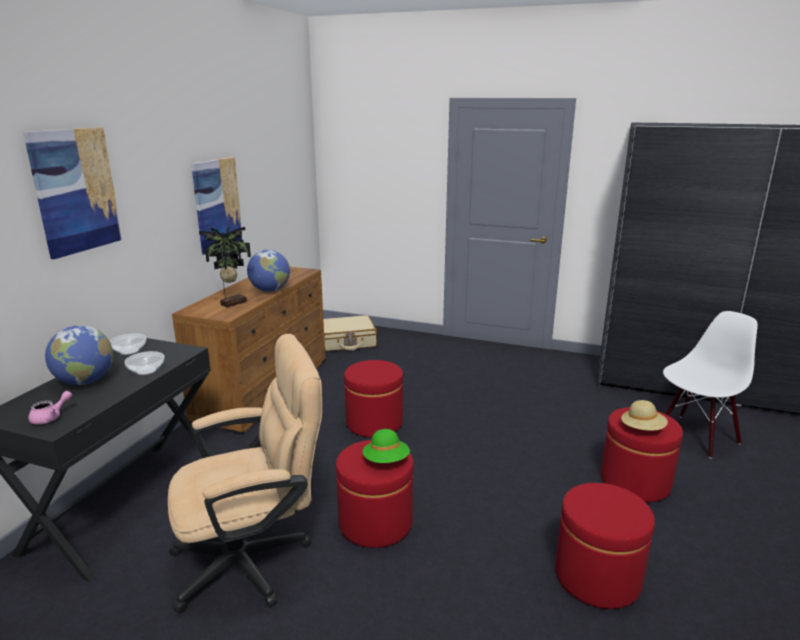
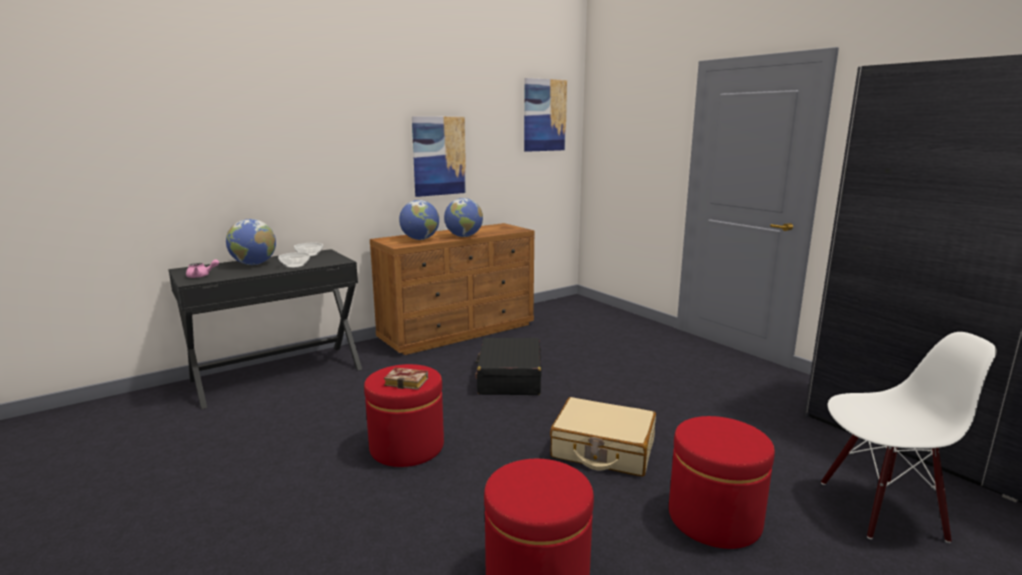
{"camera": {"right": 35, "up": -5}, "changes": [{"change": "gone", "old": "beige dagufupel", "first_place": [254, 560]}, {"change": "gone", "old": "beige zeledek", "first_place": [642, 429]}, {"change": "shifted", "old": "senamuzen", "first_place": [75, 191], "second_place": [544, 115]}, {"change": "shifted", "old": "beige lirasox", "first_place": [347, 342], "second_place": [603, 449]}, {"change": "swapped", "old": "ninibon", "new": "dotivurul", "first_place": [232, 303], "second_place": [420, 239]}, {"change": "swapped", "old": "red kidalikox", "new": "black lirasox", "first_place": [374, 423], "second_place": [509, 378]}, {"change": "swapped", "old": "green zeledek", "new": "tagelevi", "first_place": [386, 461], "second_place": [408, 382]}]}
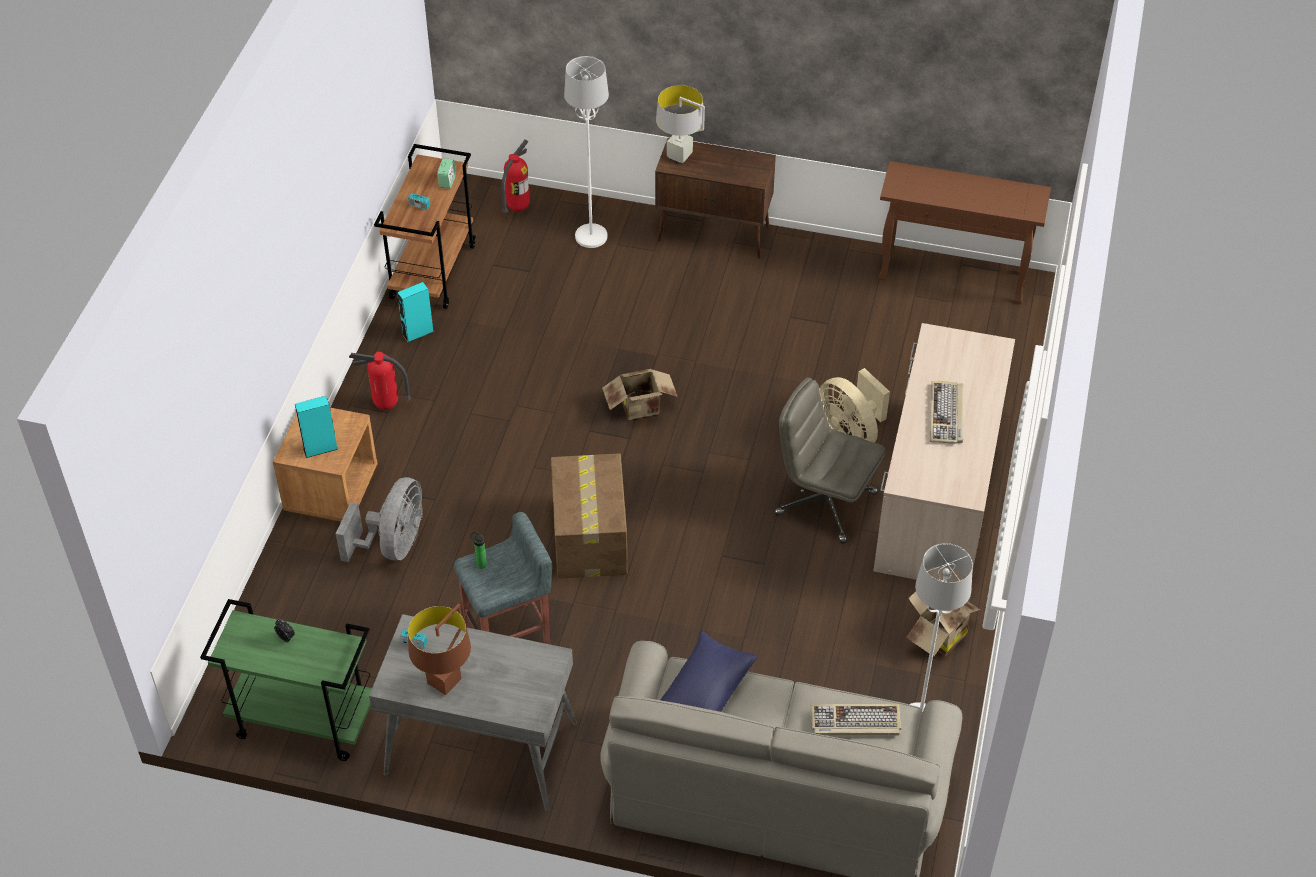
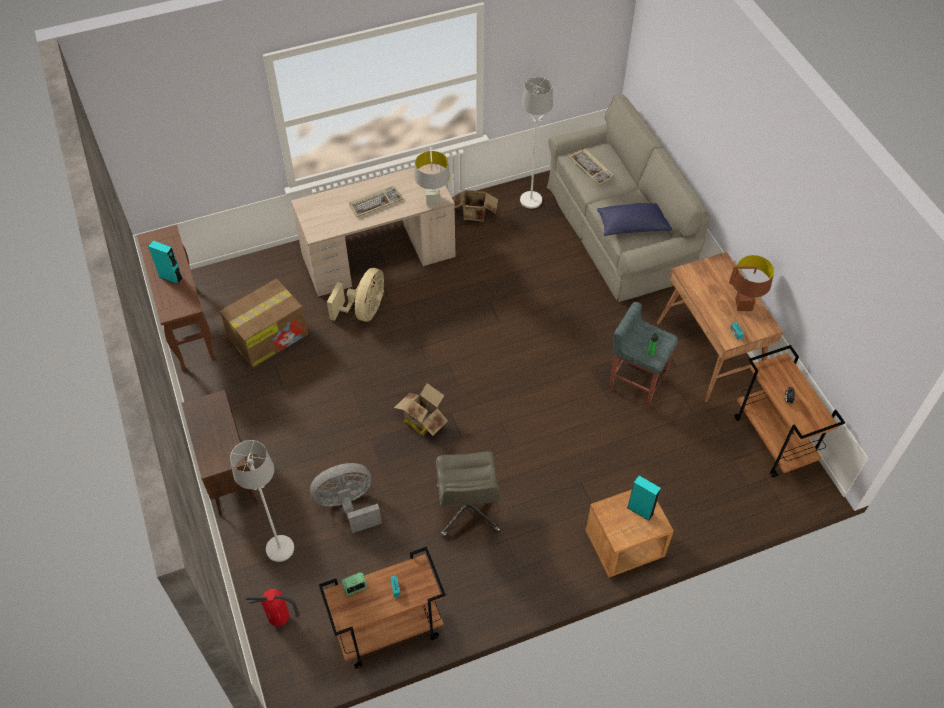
{"camera": {"right": -125, "up": 5}, "changes": [{"change": "gone", "old": "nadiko", "first_place": [386, 406]}, {"change": "shifted", "old": "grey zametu", "first_place": [393, 545], "second_place": [348, 505]}, {"change": "shifted", "old": "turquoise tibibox", "first_place": [418, 333], "second_place": [171, 278]}, {"change": "shifted", "old": "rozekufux", "first_place": [590, 538], "second_place": [269, 336]}, {"change": "shifted", "old": "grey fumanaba", "first_place": [679, 156], "second_place": [433, 200]}, {"change": "shifted", "old": "grey dagufupel", "first_place": [824, 503], "second_place": [468, 509]}, {"change": "repainted", "old": "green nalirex", "new": "brown nalirex", "first_place": [302, 721], "second_place": [774, 440]}, {"change": "repainted", "old": "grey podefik", "new": "brown podefik", "first_place": [480, 749], "second_place": [709, 352]}]}
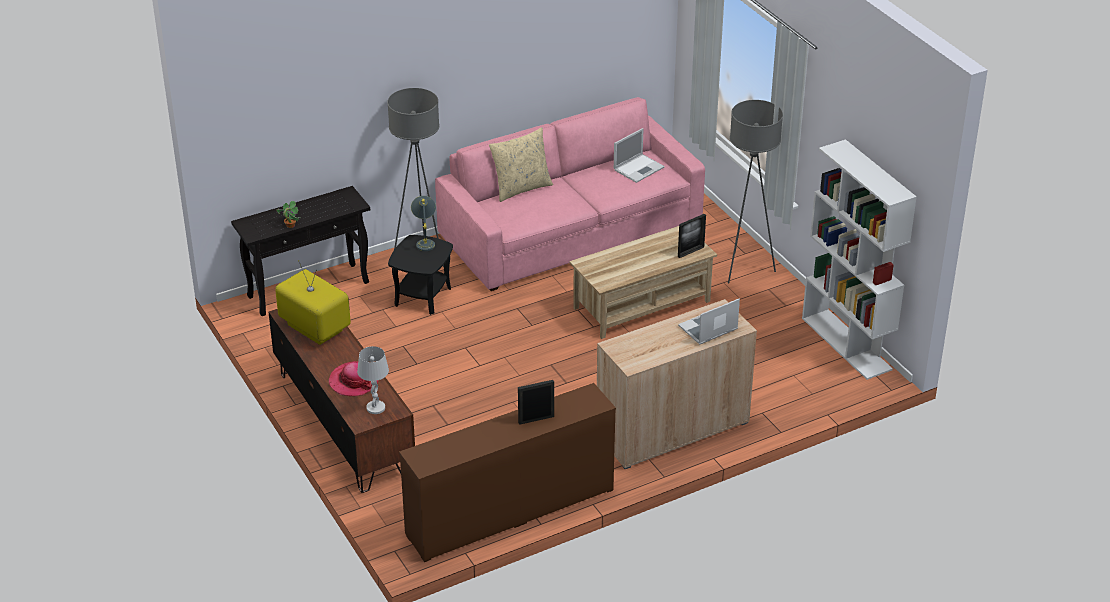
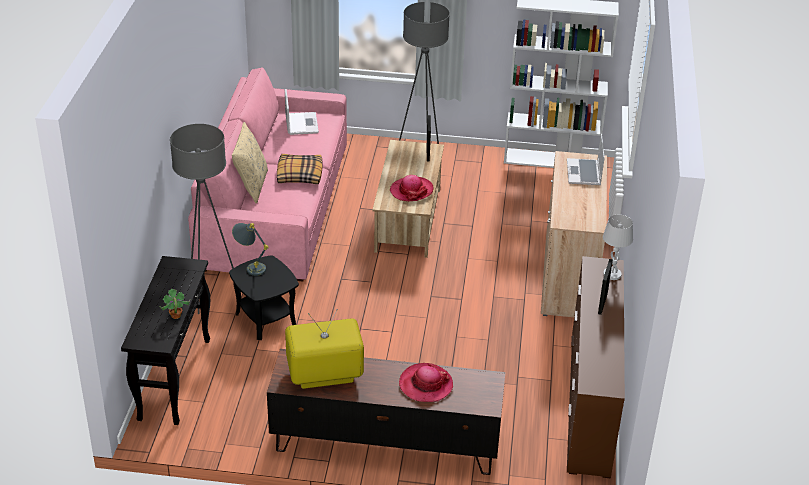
{"camera": {"right": -55, "up": 0}, "changes": [{"change": "new", "new": "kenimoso", "second_place": [299, 175]}, {"change": "new", "new": "zeledek", "second_place": [411, 190]}, {"change": "shifted", "old": "white fumanaba", "first_place": [376, 408], "second_place": [612, 274]}]}
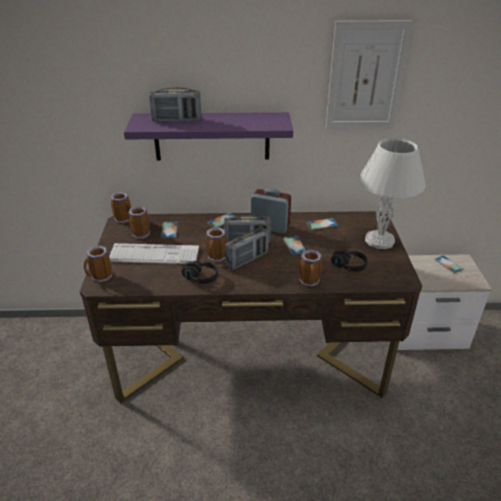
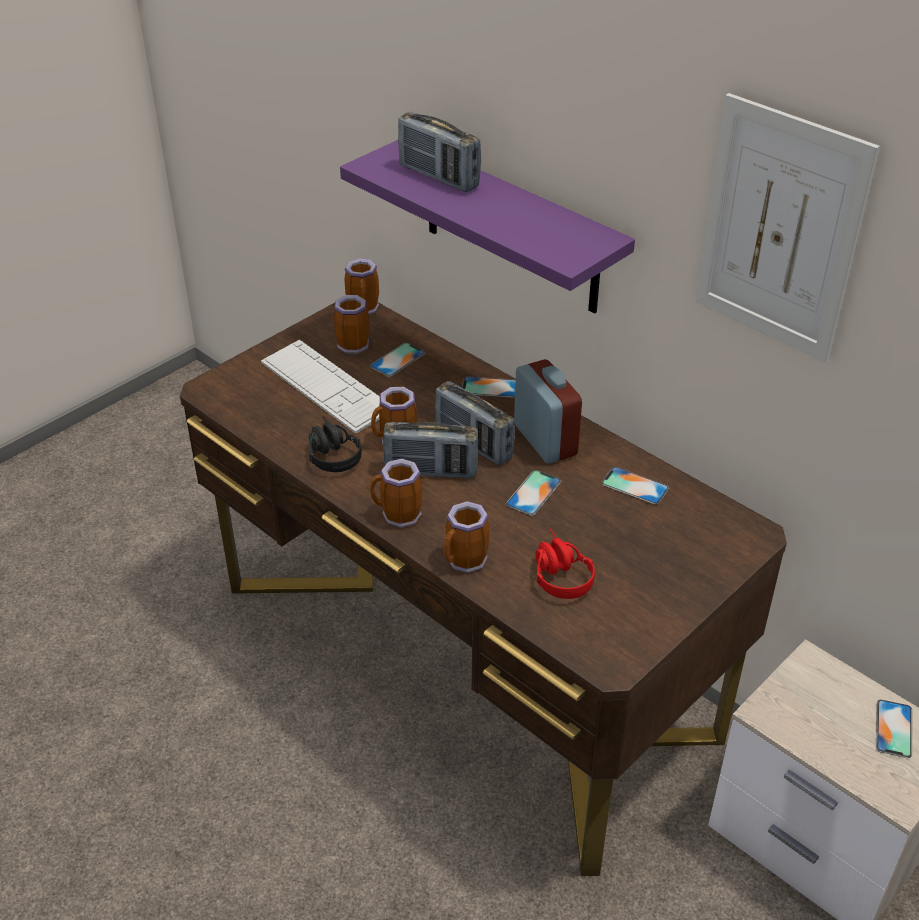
{"camera": {"right": 45, "up": 5}, "changes": [{"change": "gone", "old": "white fumanaba", "first_place": [380, 241]}, {"change": "shifted", "old": "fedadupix", "first_place": [100, 277], "second_place": [397, 516]}, {"change": "repainted", "old": "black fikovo", "new": "red fikovo", "first_place": [344, 265], "second_place": [557, 572]}]}
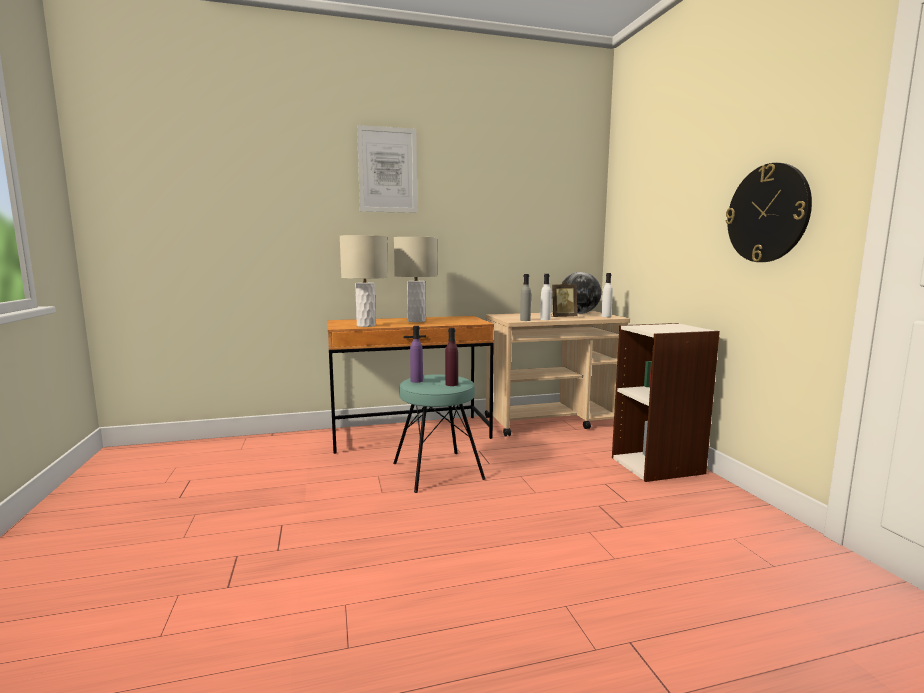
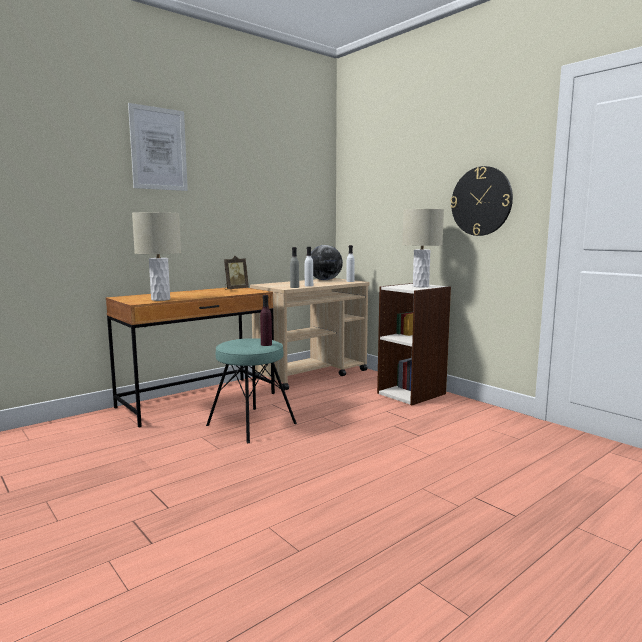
{"camera": {"right": -25, "up": 0}, "changes": [{"change": "gone", "old": "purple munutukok", "first_place": [416, 381]}, {"change": "shifted", "old": "beige fumanaba", "first_place": [417, 321], "second_place": [421, 286]}, {"change": "shifted", "old": "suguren", "first_place": [562, 317], "second_place": [235, 289]}]}
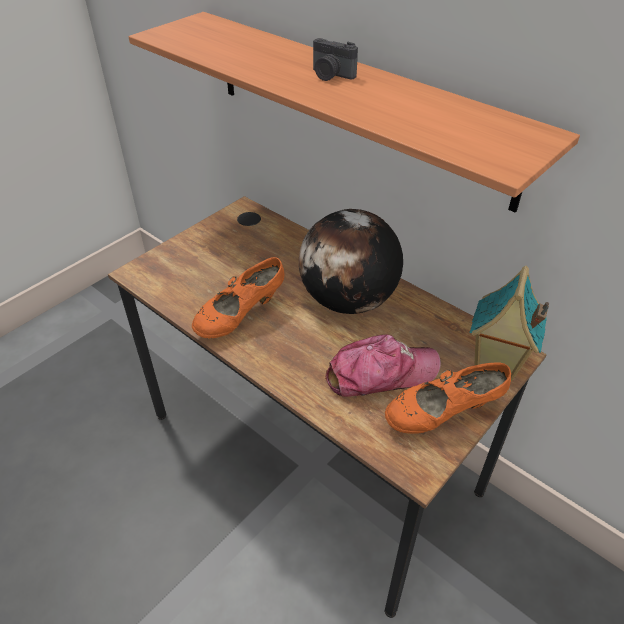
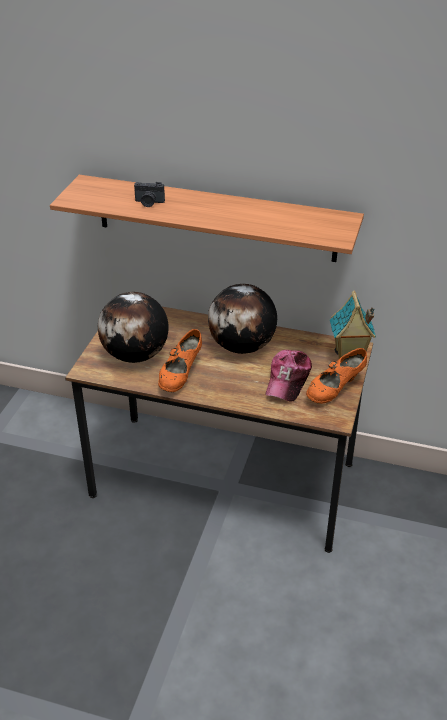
{"camera": {"right": -25, "up": -5}, "changes": [{"change": "new", "new": "dotivurul", "second_place": [135, 355]}, {"change": "shifted", "old": "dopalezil", "first_place": [330, 75], "second_place": [149, 203]}, {"change": "rotated", "old": "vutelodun", "first_place": [380, 373], "second_place": [288, 380], "degrees": 150}]}
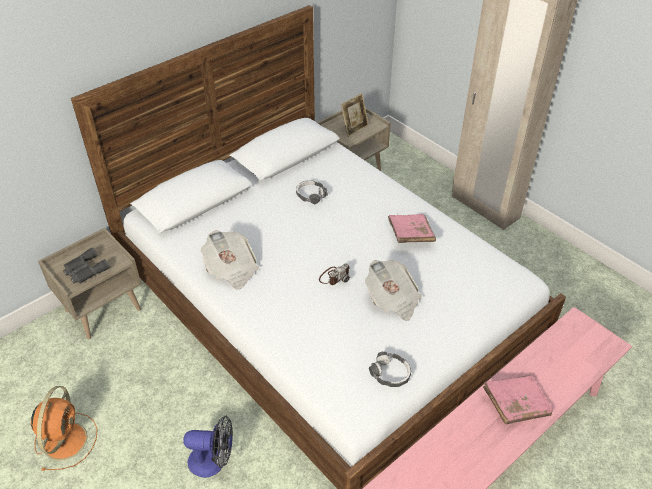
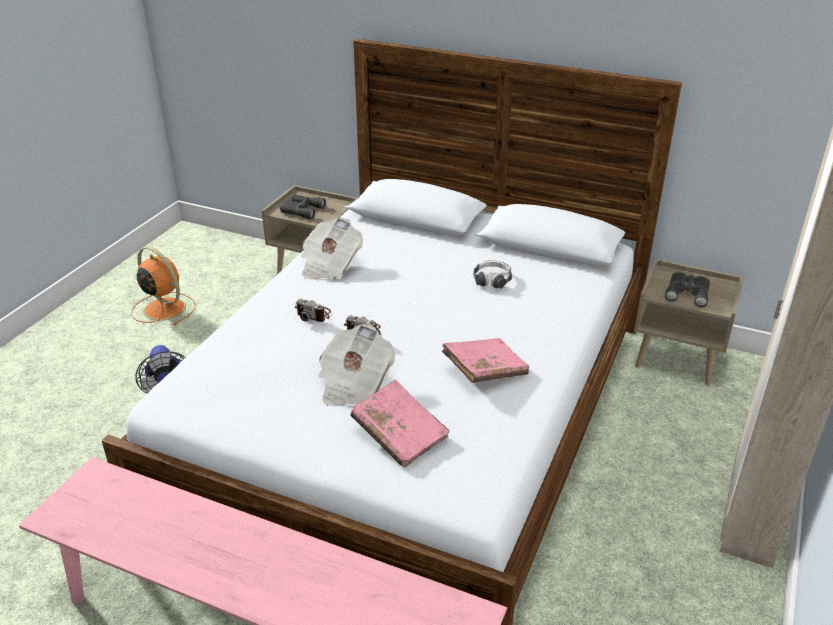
{"camera": {"right": 65, "up": -10}, "changes": [{"change": "gone", "old": "fikovo", "first_place": [390, 374]}, {"change": "new", "new": "dopalezil", "second_place": [314, 314]}, {"change": "shifted", "old": "pink tagelevi", "first_place": [515, 405], "second_place": [399, 434]}, {"change": "swapped", "old": "suguren", "new": "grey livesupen", "first_place": [354, 129], "second_place": [687, 292]}, {"change": "rotated", "old": "orange zametu", "first_place": [66, 439], "second_place": [163, 308], "degrees": -120}]}
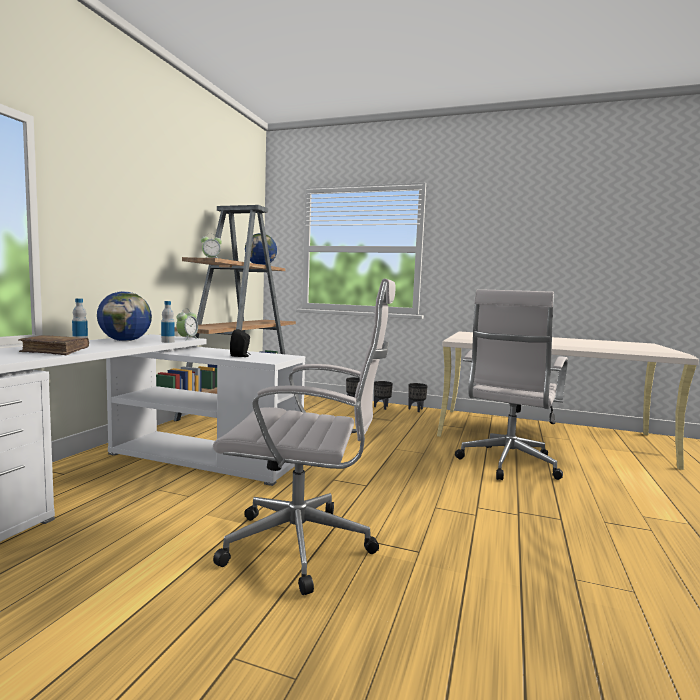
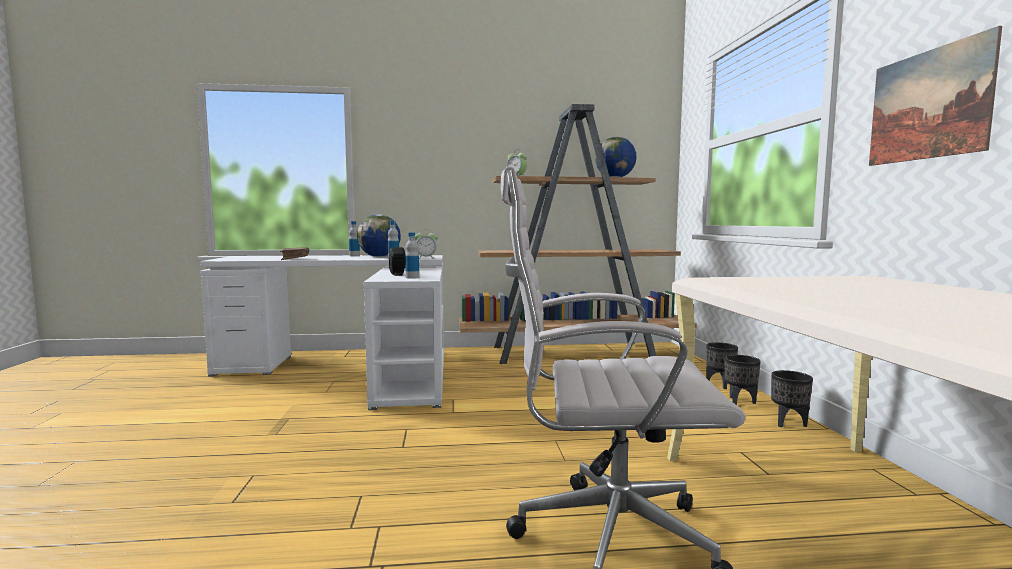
{"camera": {"right": 65, "up": 0}, "changes": [{"change": "gone", "old": "white dagufupel", "first_place": [305, 546]}, {"change": "new", "new": "munutukok", "second_place": [412, 277]}, {"change": "new", "new": "senamuzen", "second_place": [928, 105]}]}
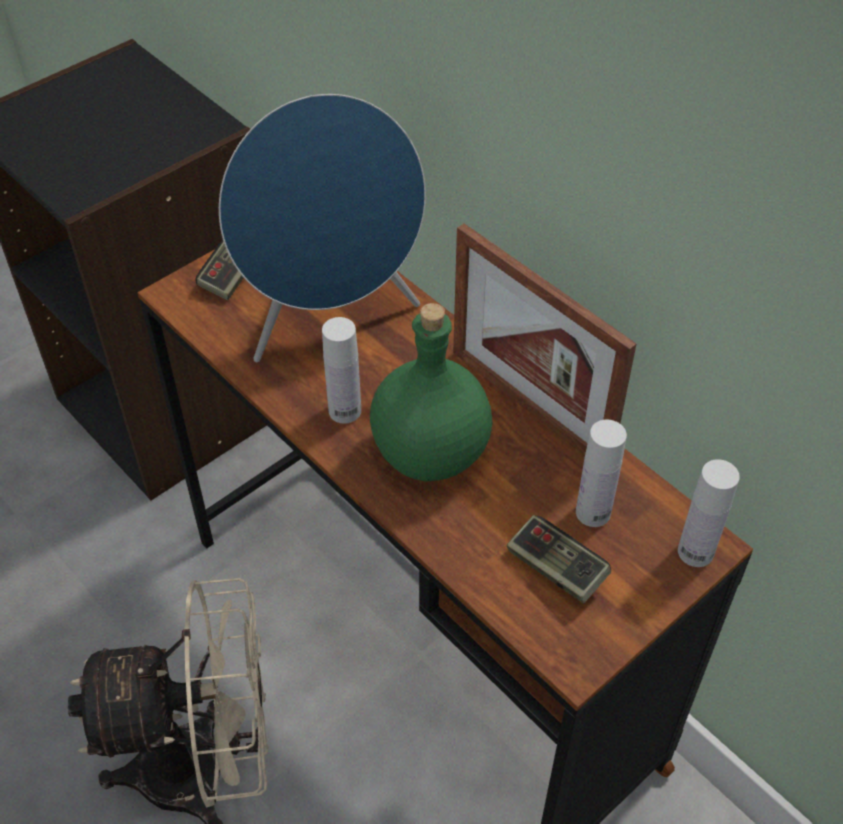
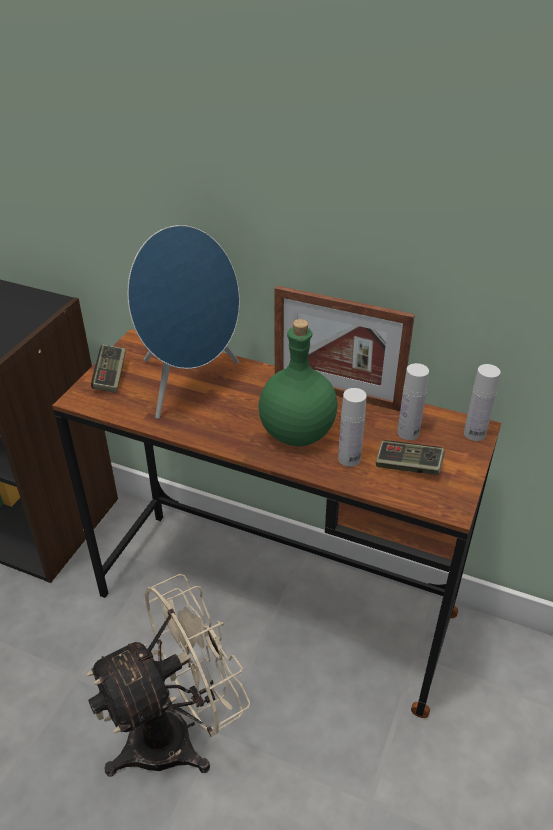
{"camera": {"right": -25, "up": -10}, "changes": [{"change": "shifted", "old": "white munutukok", "first_place": [345, 411], "second_place": [349, 458]}]}
